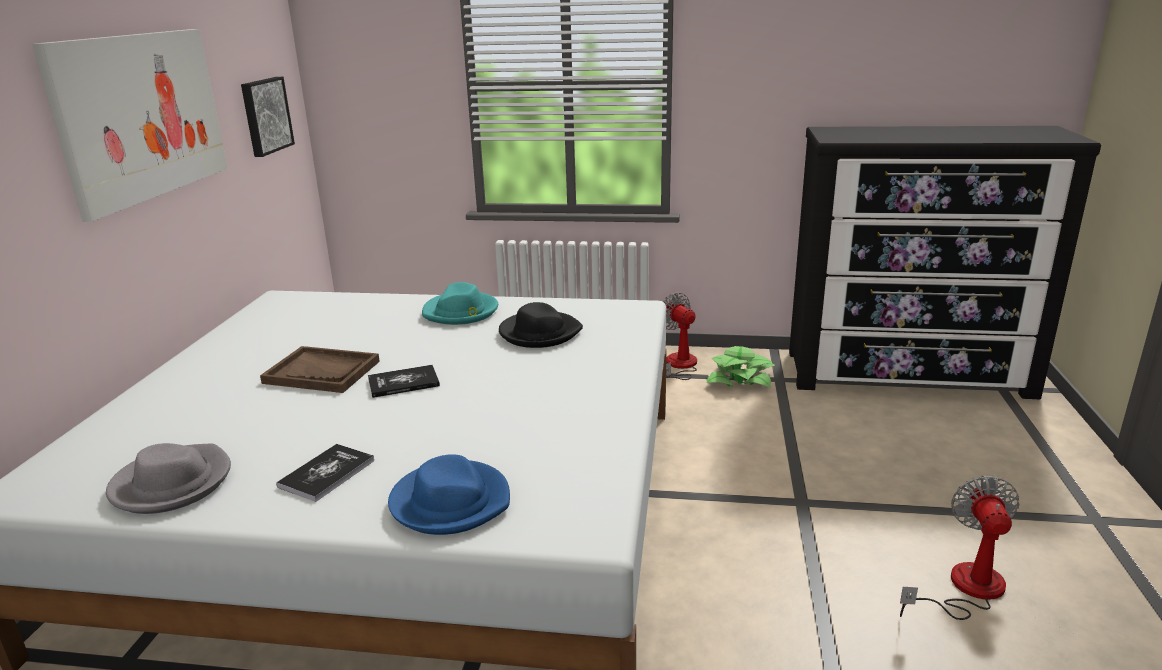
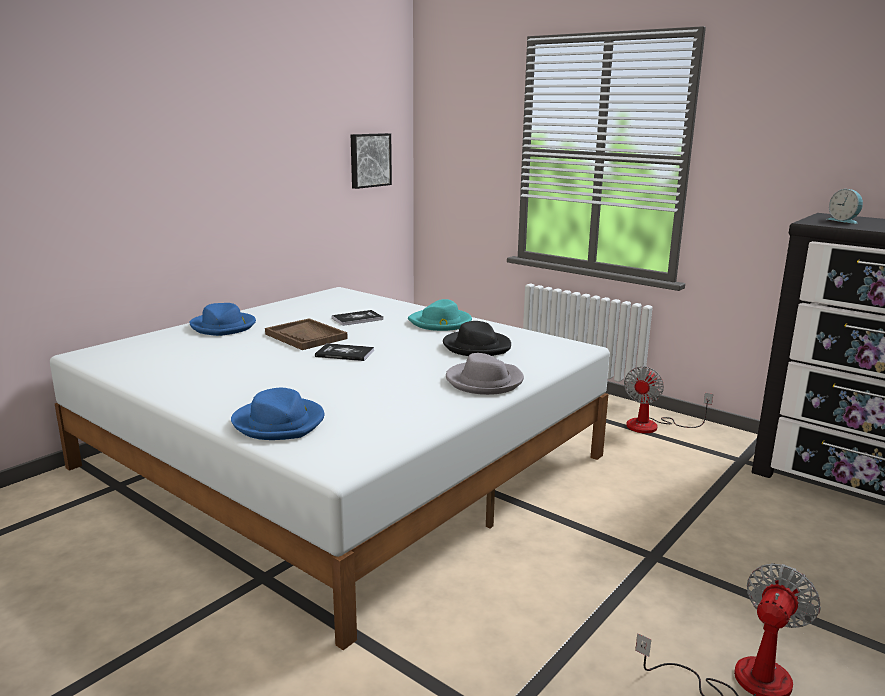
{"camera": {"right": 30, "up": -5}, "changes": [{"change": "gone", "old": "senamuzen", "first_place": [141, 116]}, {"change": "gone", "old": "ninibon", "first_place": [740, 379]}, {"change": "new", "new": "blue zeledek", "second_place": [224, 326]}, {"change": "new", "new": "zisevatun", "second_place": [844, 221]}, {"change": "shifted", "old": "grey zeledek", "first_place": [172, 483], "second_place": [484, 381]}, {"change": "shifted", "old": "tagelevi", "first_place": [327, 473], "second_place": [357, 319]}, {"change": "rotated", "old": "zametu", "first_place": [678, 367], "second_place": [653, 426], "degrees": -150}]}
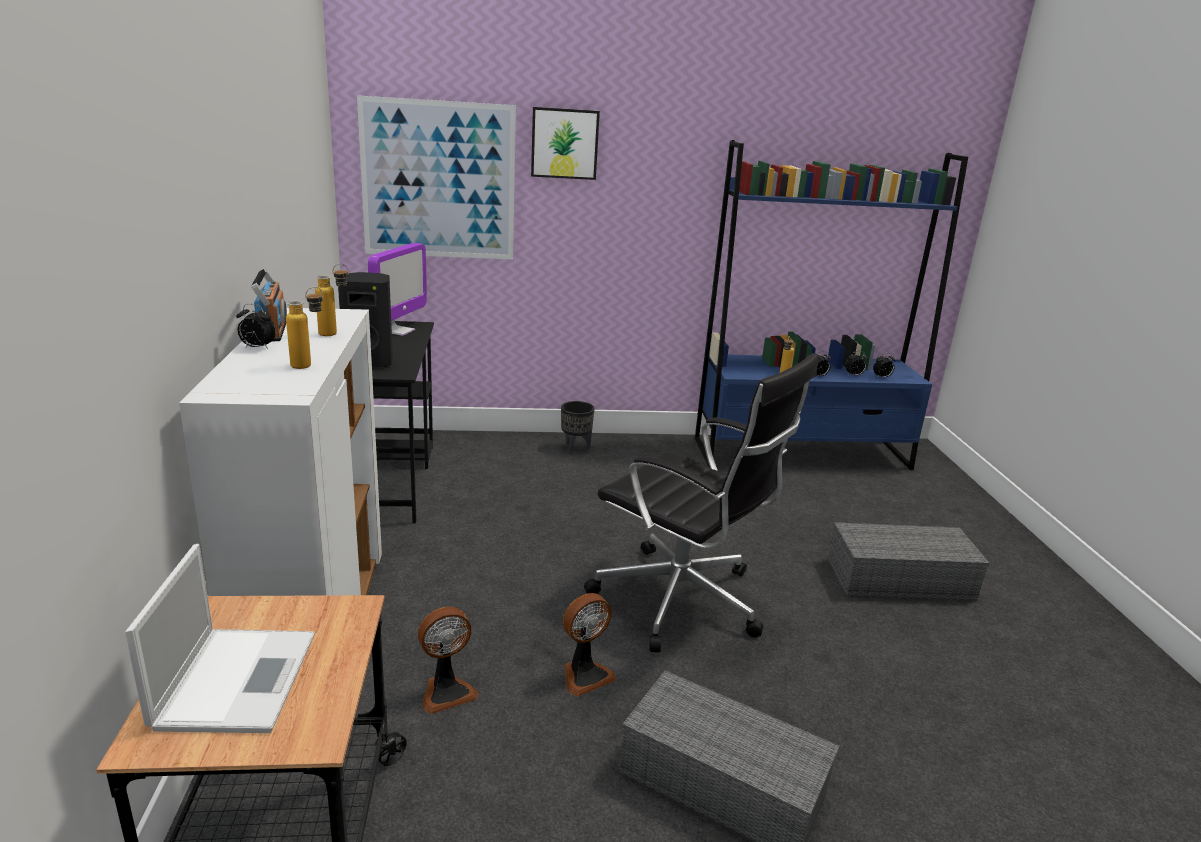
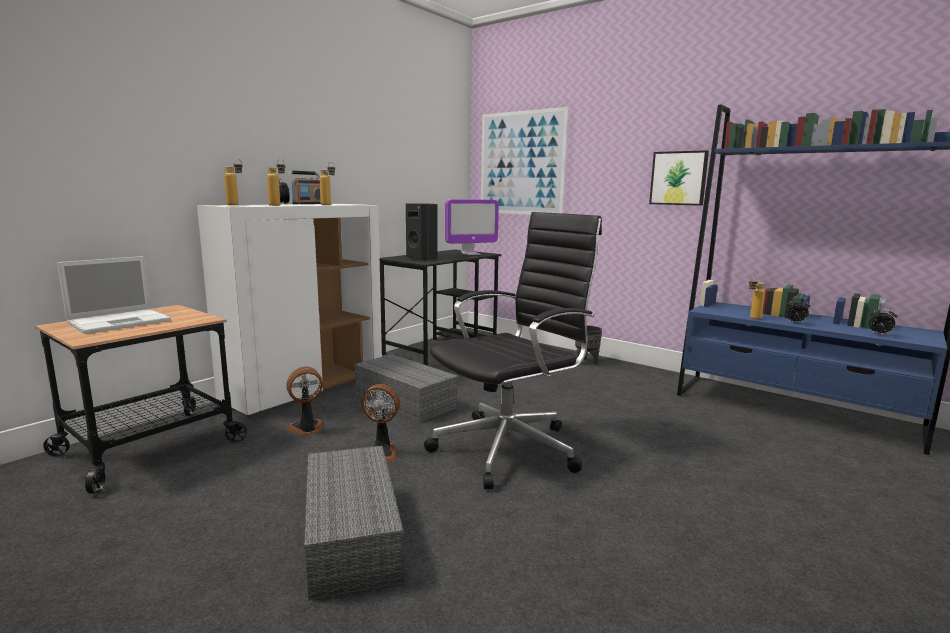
{"camera": {"right": 45, "up": -10}, "changes": [{"change": "gone", "old": "zisevatun", "first_place": [854, 375]}, {"change": "new", "new": "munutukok", "second_place": [236, 204]}, {"change": "shifted", "old": "senamuzen", "first_place": [564, 143], "second_place": [678, 178]}, {"change": "shifted", "old": "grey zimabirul", "first_place": [898, 580], "second_place": [403, 401]}, {"change": "rotated", "old": "zametu", "first_place": [446, 692], "second_place": [306, 429], "degrees": 135}, {"change": "rotated", "old": "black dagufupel", "first_place": [683, 602], "second_place": [510, 448], "degrees": -120}]}
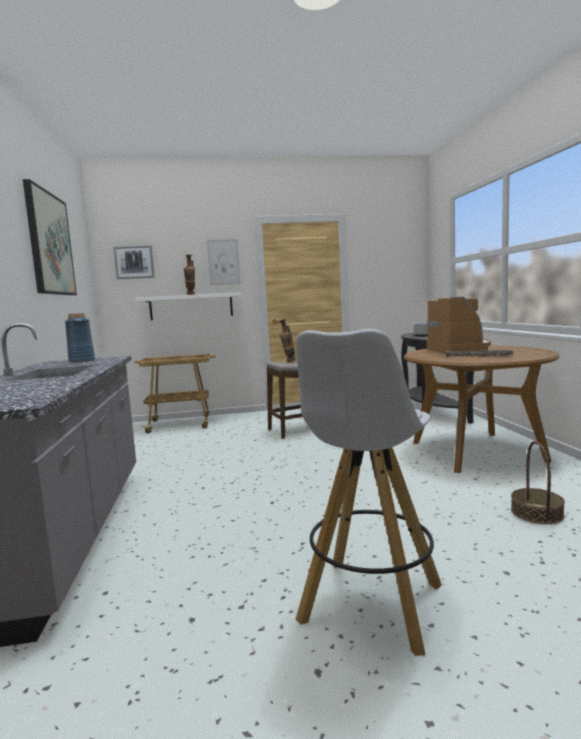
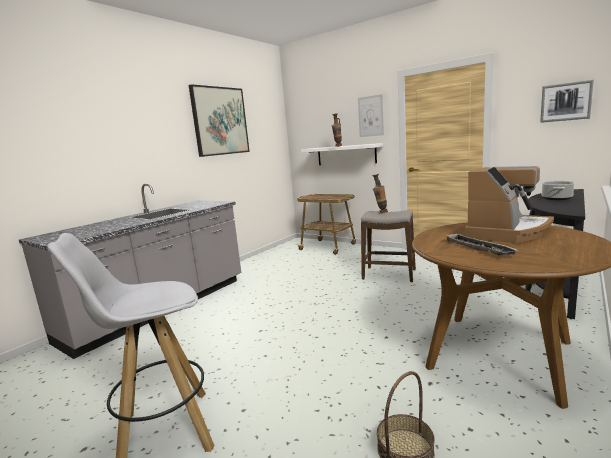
{"camera": {"right": 45, "up": 5}, "changes": [{"change": "gone", "old": "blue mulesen", "first_place": [82, 361]}, {"change": "shifted", "old": "senamuzen", "first_place": [134, 262], "second_place": [565, 102]}]}
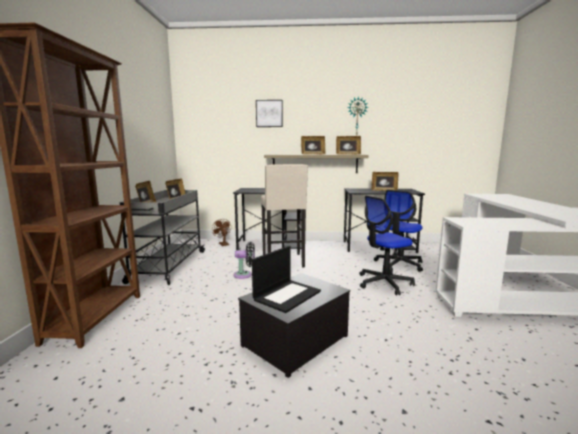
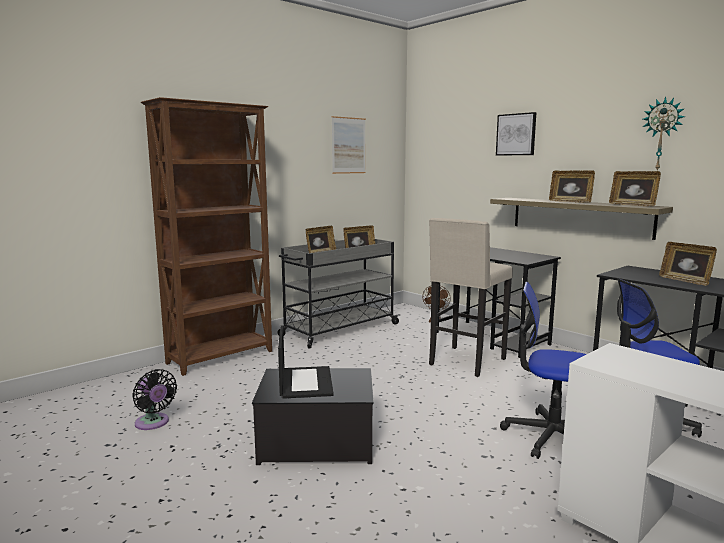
{"camera": {"right": 45, "up": 0}, "changes": [{"change": "new", "new": "senamuzen", "second_place": [348, 145]}, {"change": "shifted", "old": "black zametu", "first_place": [245, 275], "second_place": [153, 423]}, {"change": "rotated", "old": "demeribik", "first_place": [287, 295], "second_place": [305, 382], "degrees": -90}]}
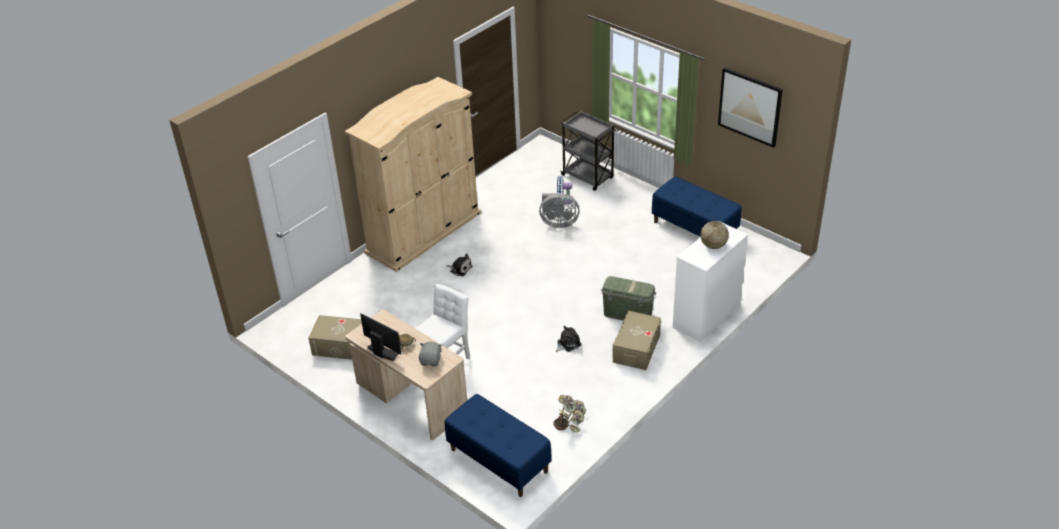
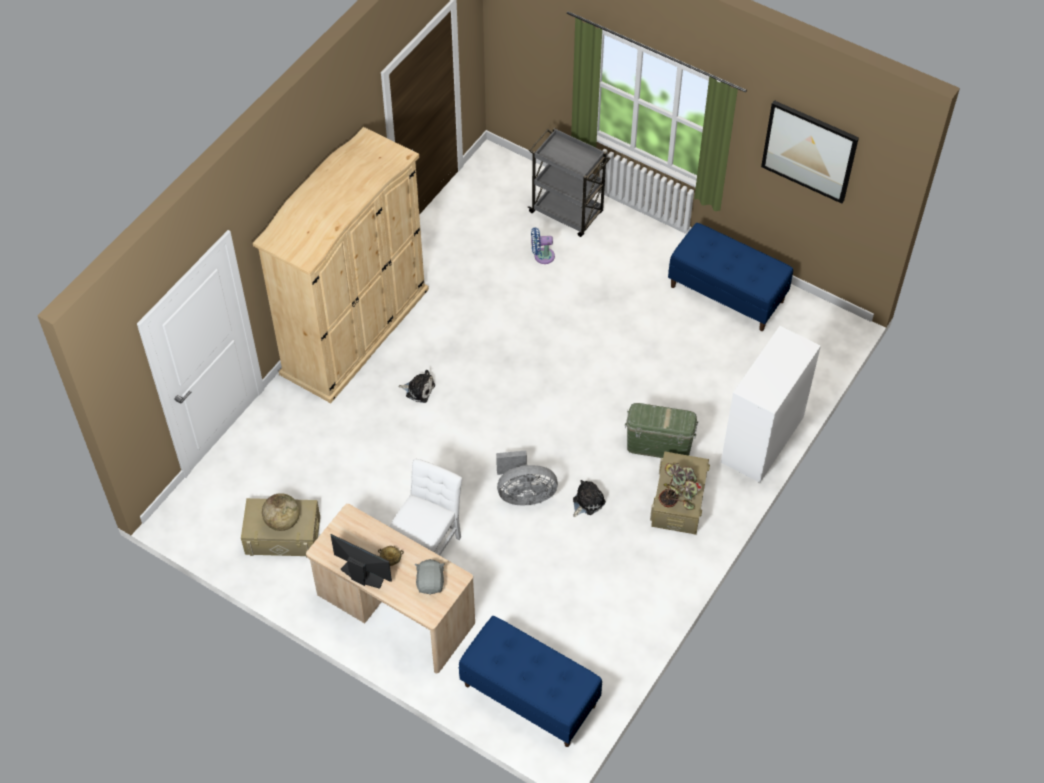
{"camera": {"right": -10, "up": 15}, "changes": [{"change": "shifted", "old": "grey zametu", "first_place": [558, 223], "second_place": [524, 494]}, {"change": "shifted", "old": "ninibon", "first_place": [570, 421], "second_place": [679, 493]}, {"change": "shifted", "old": "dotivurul", "first_place": [713, 245], "second_place": [282, 521]}]}
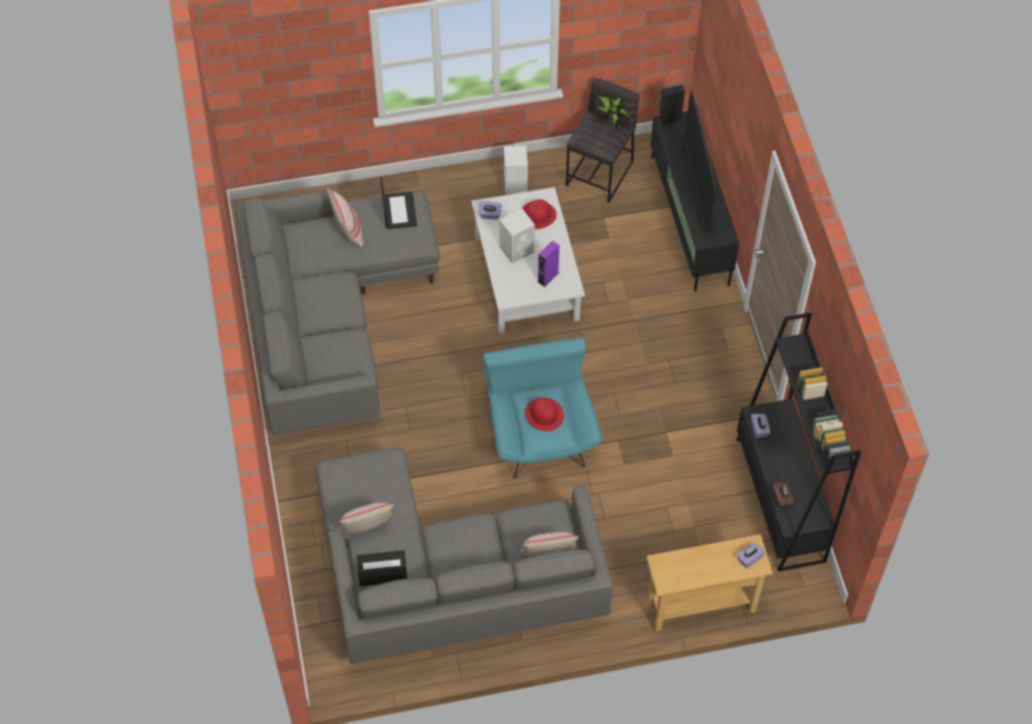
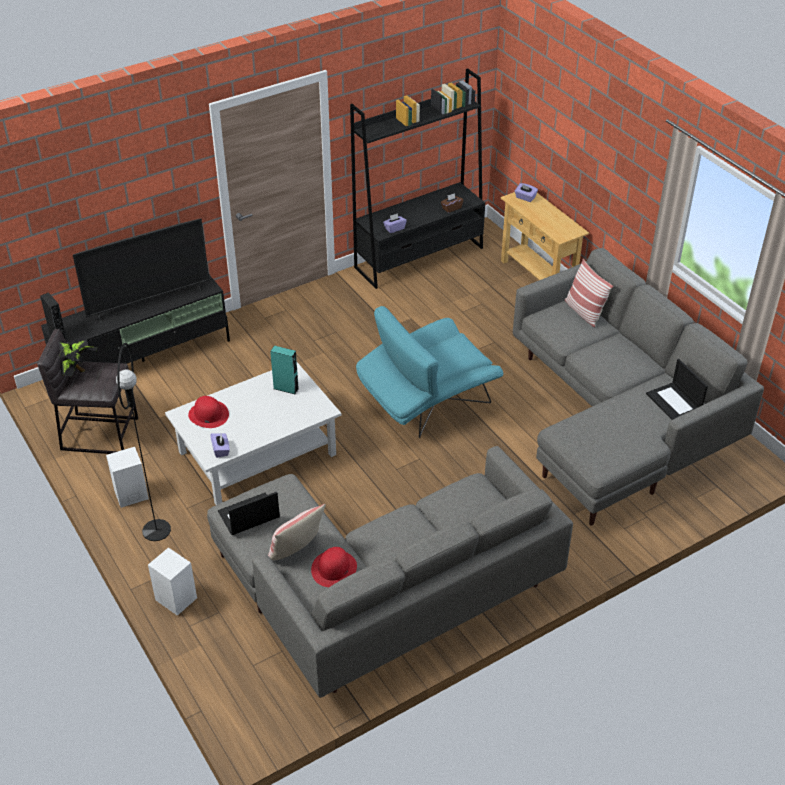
{"camera": {"right": -110, "up": -15}, "changes": [{"change": "gone", "old": "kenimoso", "first_place": [367, 527]}, {"change": "new", "new": "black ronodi", "second_place": [156, 530]}, {"change": "shifted", "old": "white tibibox", "first_place": [517, 249], "second_place": [175, 598]}, {"change": "shifted", "old": "red zeledek", "first_place": [544, 414], "second_place": [334, 568]}, {"change": "repainted", "old": "purple tibibox", "new": "turquoise tibibox", "first_place": [548, 277], "second_place": [286, 388]}]}
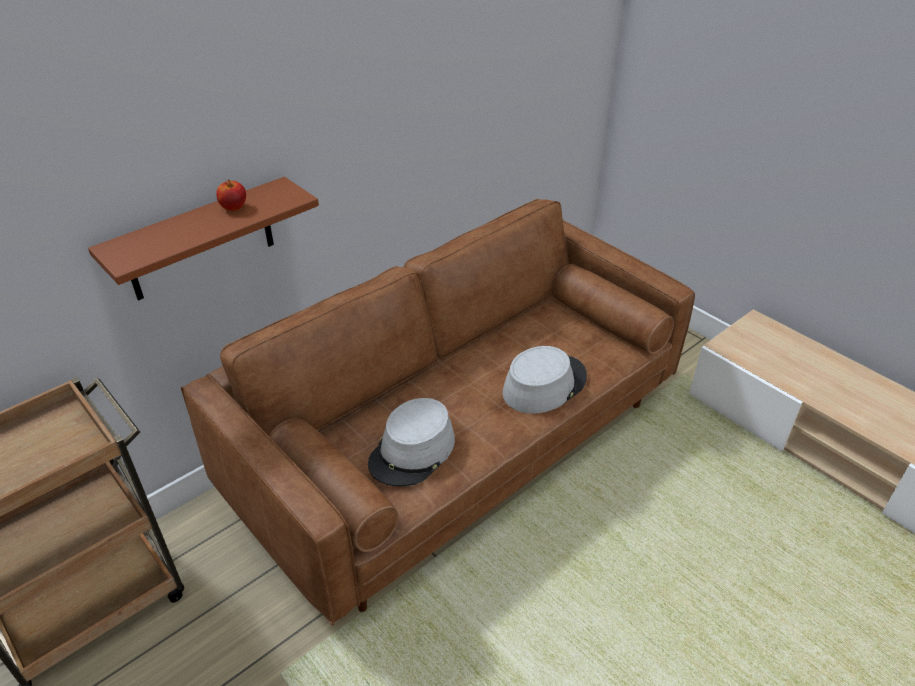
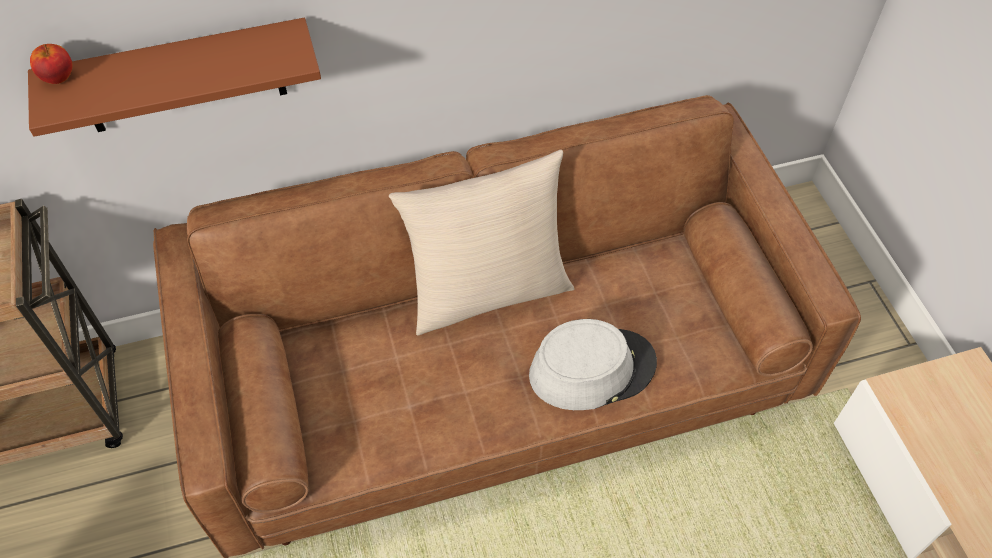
{"camera": {"right": 25, "up": 15}, "changes": [{"change": "gone", "old": "grey zeledek", "first_place": [412, 451]}, {"change": "new", "new": "beige kenimoso", "second_place": [487, 291]}, {"change": "shifted", "old": "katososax", "first_place": [233, 207], "second_place": [58, 77]}]}
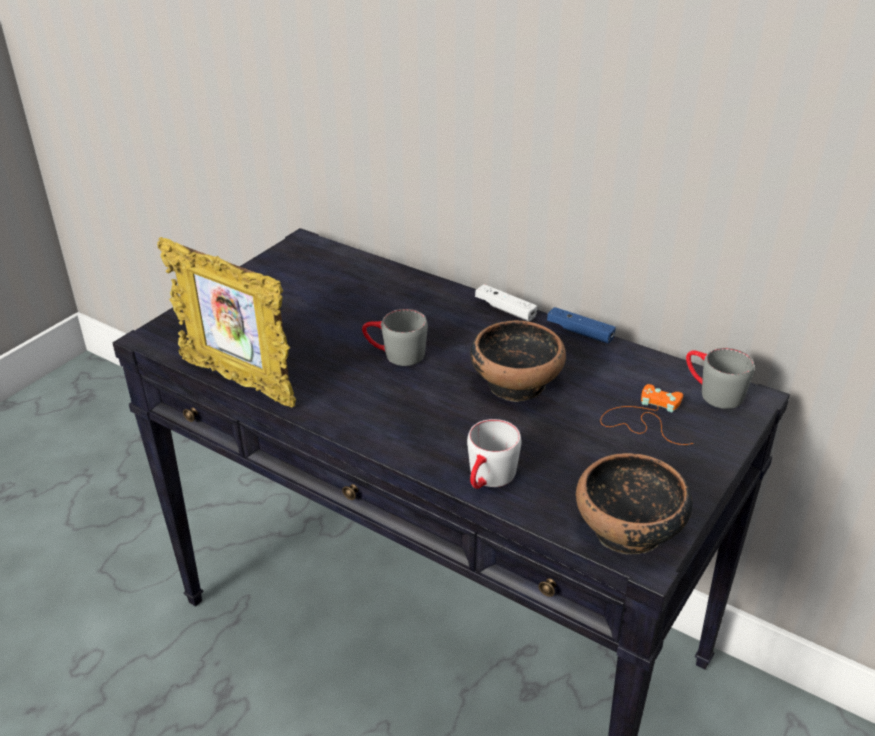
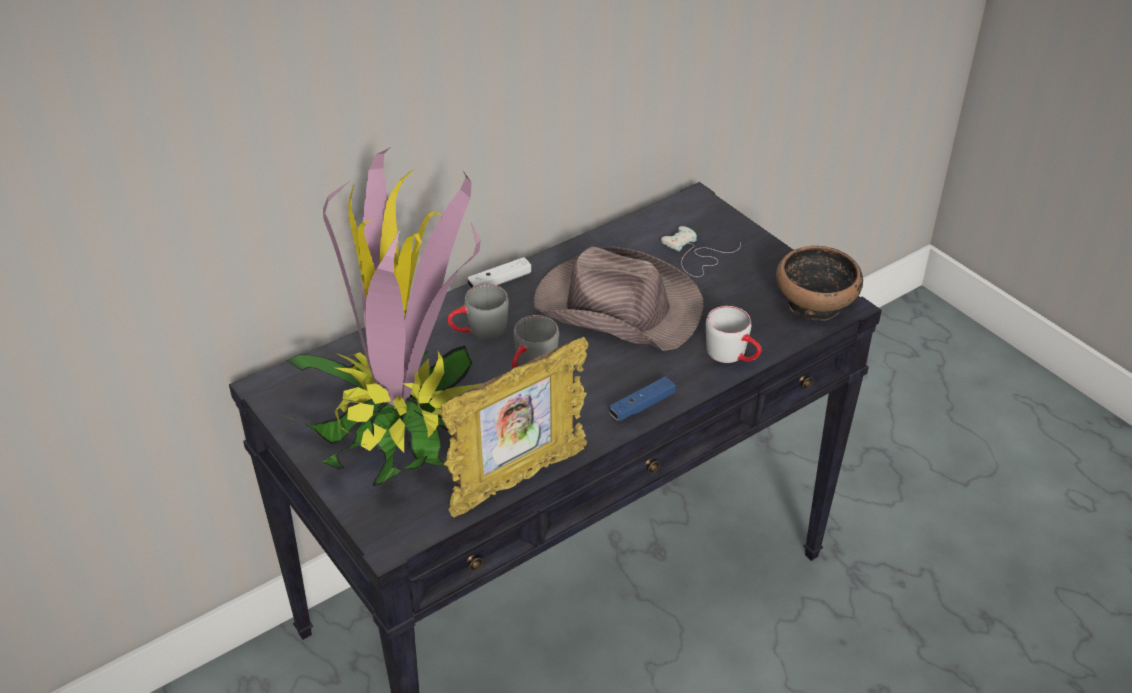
{"camera": {"right": -70, "up": 5}, "changes": [{"change": "new", "new": "ninibon", "second_place": [404, 426]}, {"change": "shifted", "old": "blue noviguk", "first_place": [580, 332], "second_place": [642, 406]}, {"change": "shifted", "old": "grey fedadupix", "first_place": [712, 392], "second_place": [478, 331]}, {"change": "swapped", "old": "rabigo", "new": "brown zeledek", "first_place": [516, 383], "second_place": [616, 306]}, {"change": "repainted", "old": "orange noviguk", "new": "white noviguk", "first_place": [645, 418], "second_place": [695, 255]}]}
